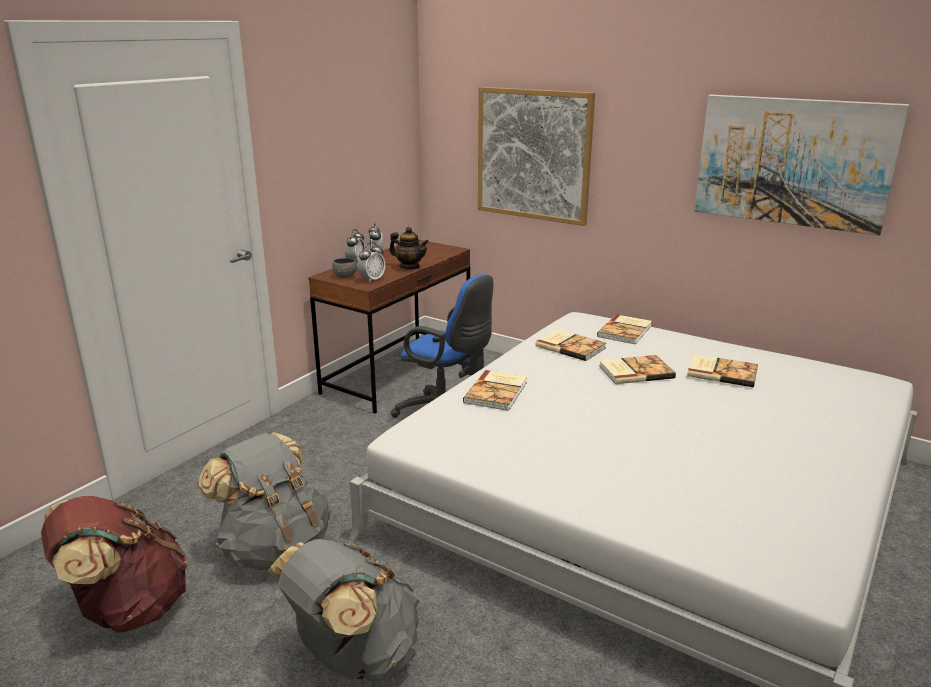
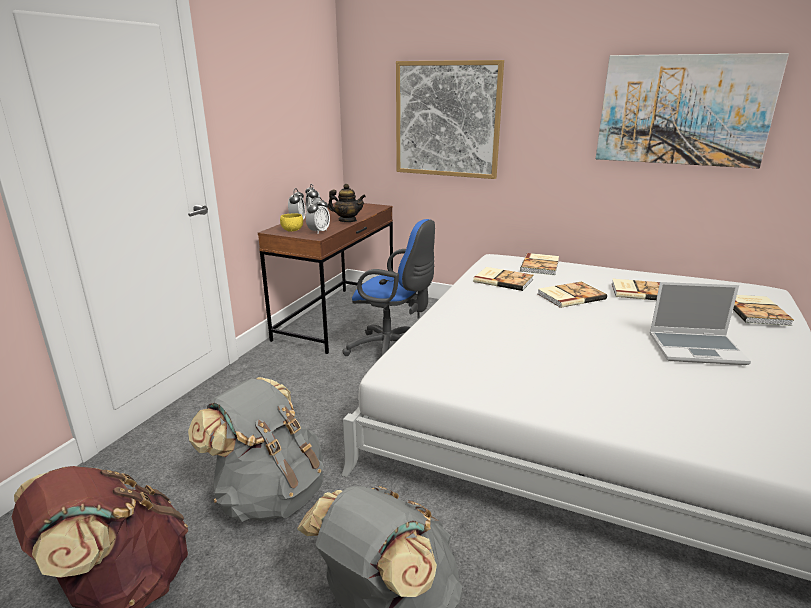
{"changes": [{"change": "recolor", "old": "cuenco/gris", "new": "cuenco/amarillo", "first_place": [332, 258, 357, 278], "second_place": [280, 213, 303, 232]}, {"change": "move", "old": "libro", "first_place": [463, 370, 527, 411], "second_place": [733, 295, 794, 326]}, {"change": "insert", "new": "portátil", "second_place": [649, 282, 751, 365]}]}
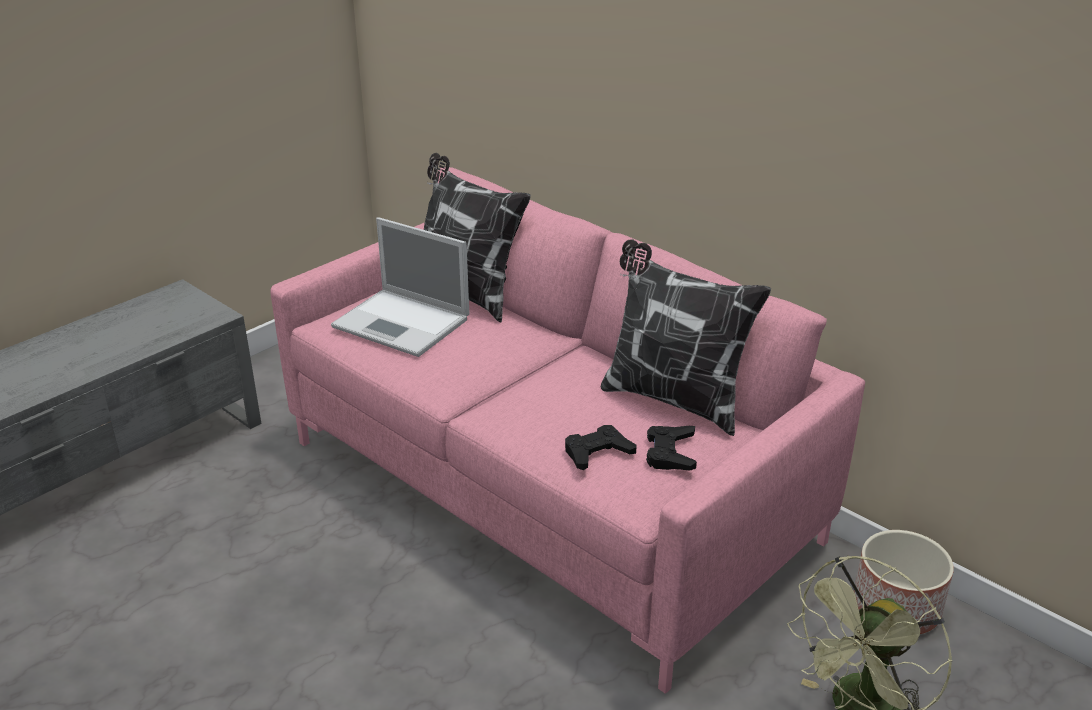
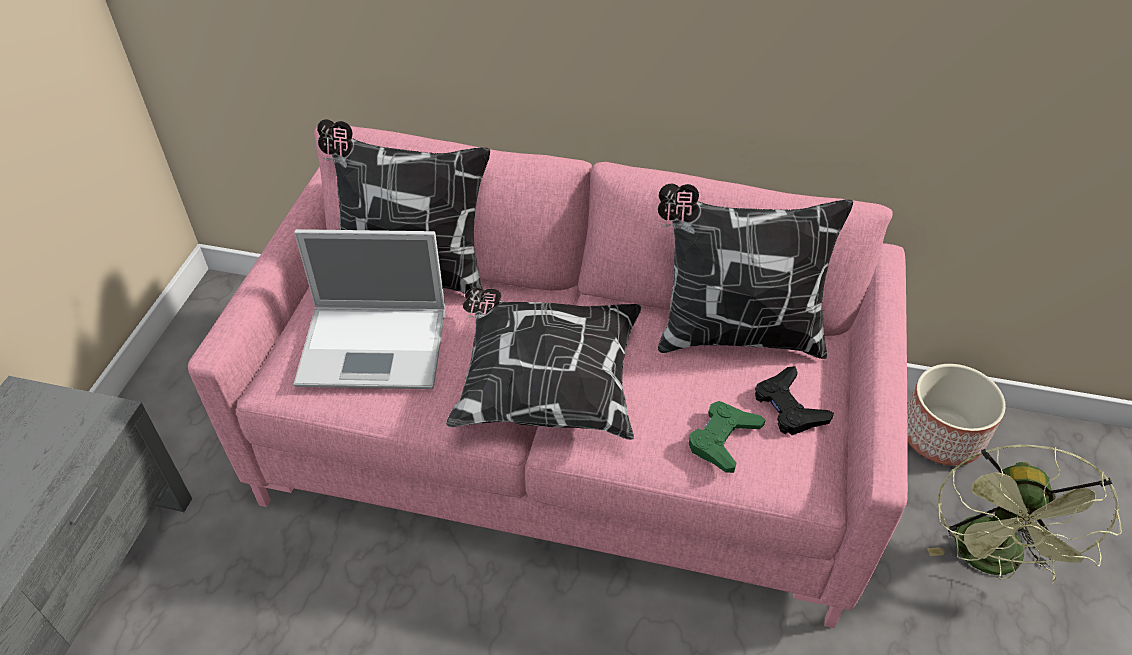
{"changes": [{"change": "recolor", "old": "mando de consola/negro", "new": "mando de consola/verde", "first_place": [565, 425, 636, 470], "second_place": [689, 401, 765, 473]}, {"change": "insert", "new": "cojín", "second_place": [446, 287, 641, 440]}]}
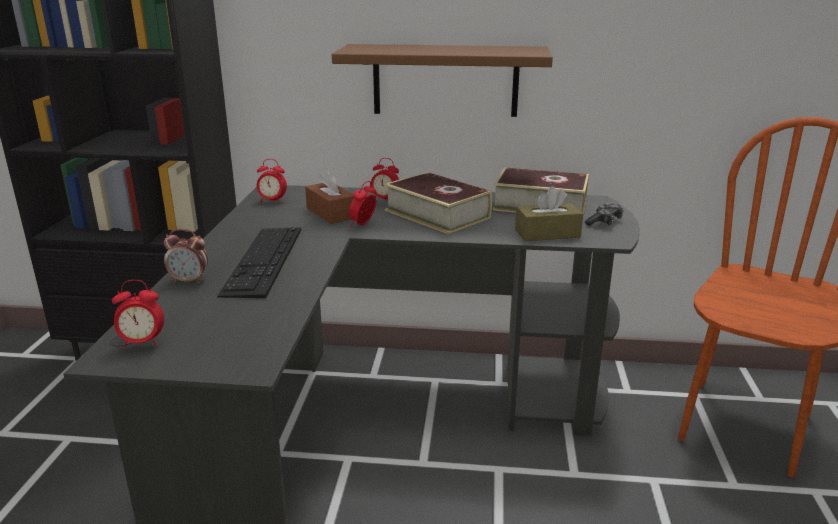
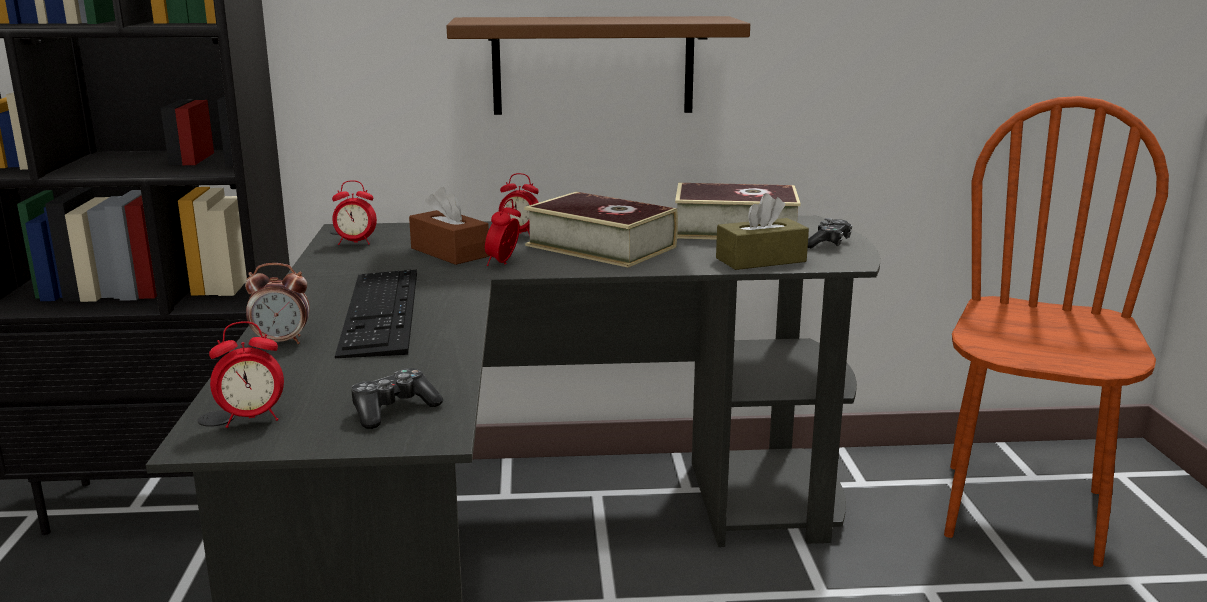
{"changes": [{"change": "insert", "new": "mando de consola", "second_place": [351, 368, 443, 429]}]}
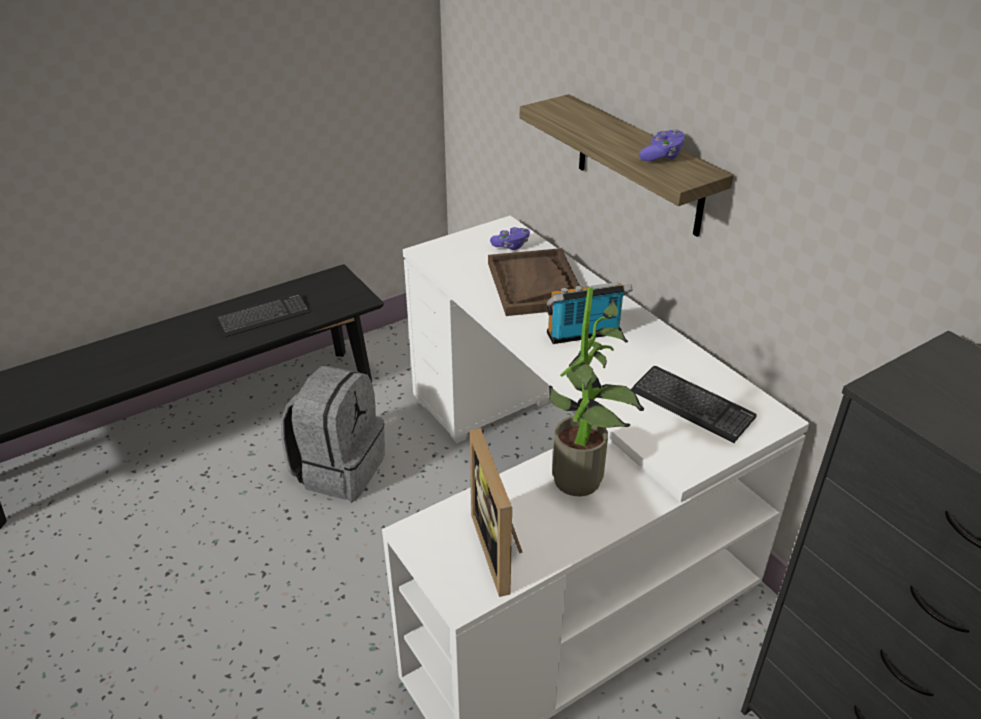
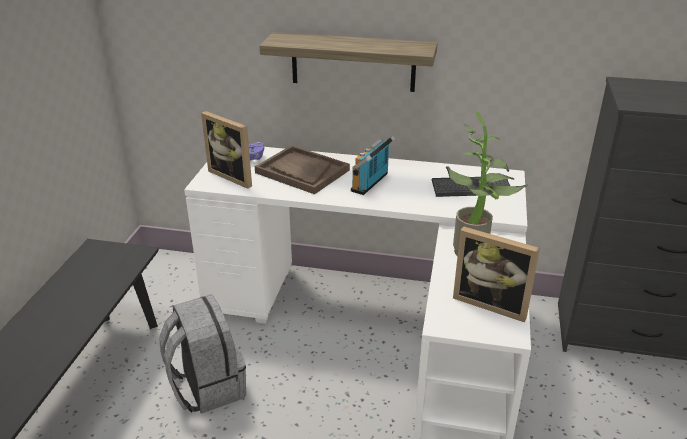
{"changes": [{"change": "delete", "old": "teclado", "first_place": [216, 293, 310, 337]}, {"change": "delete", "old": "mando de consola/morado", "first_place": [639, 129, 685, 161]}, {"change": "insert", "new": "portarretratos", "second_place": [201, 111, 252, 189]}]}
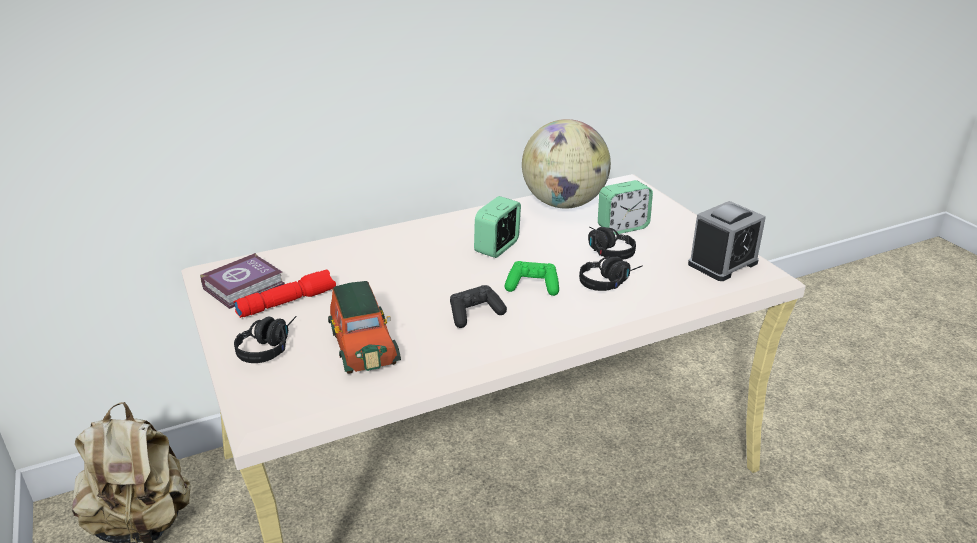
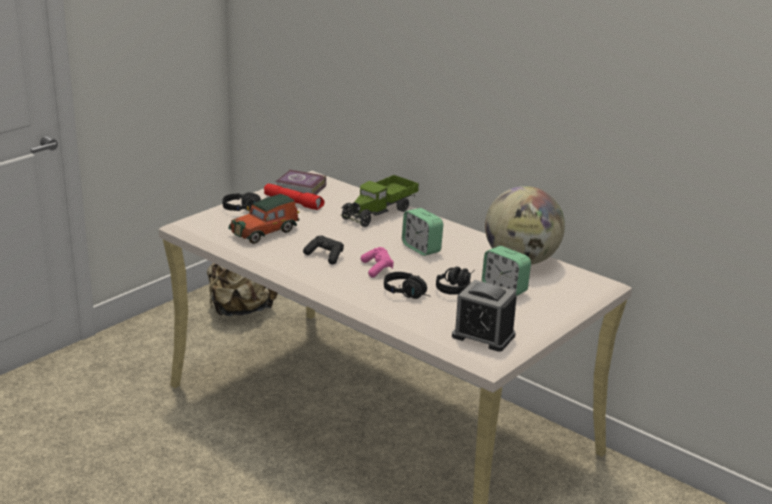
{"changes": [{"change": "rotate", "old": "despertador", "first_place": [474, 196, 521, 258], "second_place": [402, 208, 443, 256], "degrees": -135}, {"change": "recolor", "old": "mando de consola/verde", "new": "mando de consola/rosa", "first_place": [504, 261, 559, 296], "second_place": [361, 247, 394, 278]}, {"change": "insert", "new": "camión de juguete", "second_place": [341, 175, 419, 227]}]}
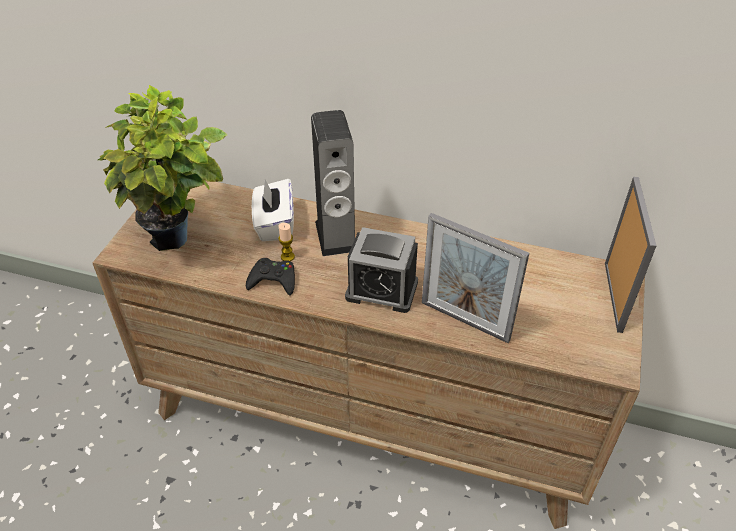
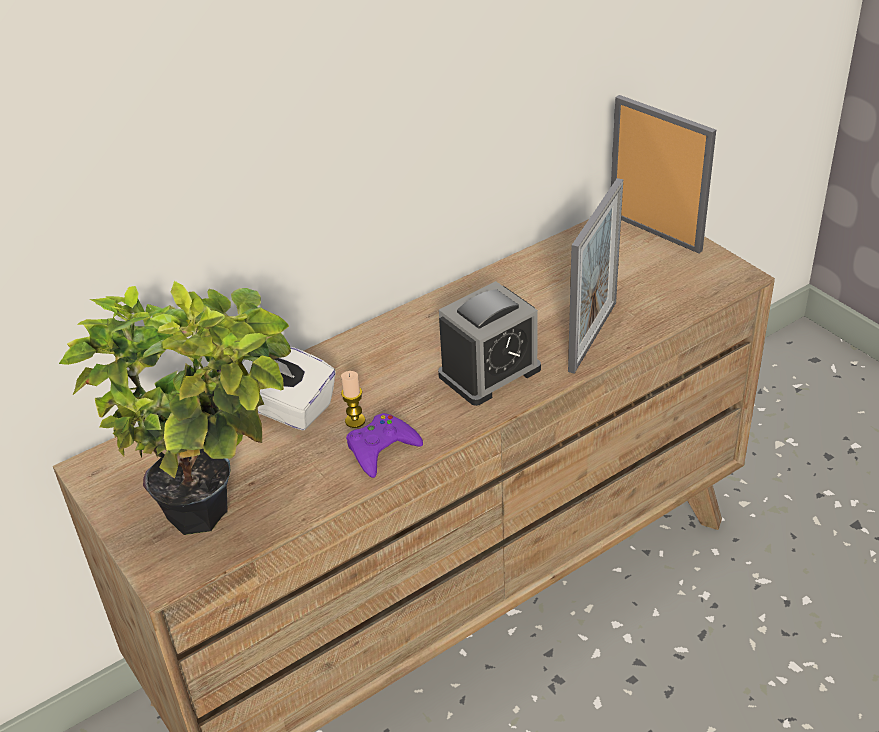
{"changes": [{"change": "recolor", "old": "mando de consola/negro", "new": "mando de consola/morado", "first_place": [246, 258, 295, 296], "second_place": [346, 413, 423, 478]}, {"change": "delete", "old": "altavoz", "first_place": [311, 110, 355, 256]}, {"change": "rotate", "old": "portarretratos", "first_place": [422, 213, 529, 343], "second_place": [568, 178, 623, 374], "degrees": -45}]}
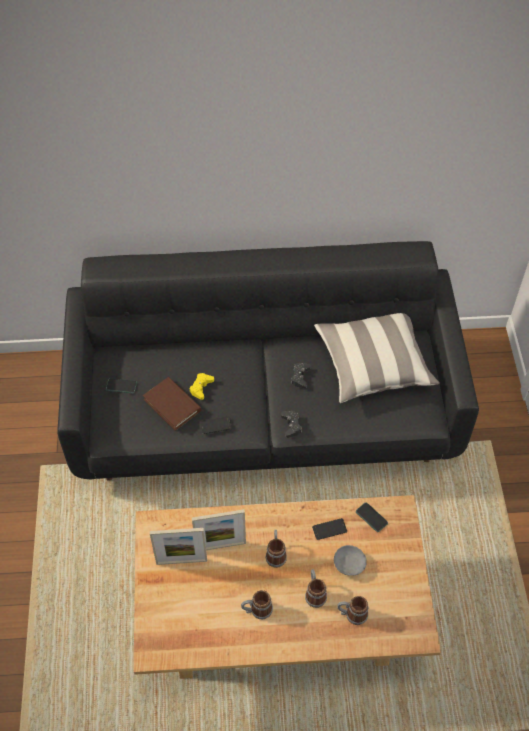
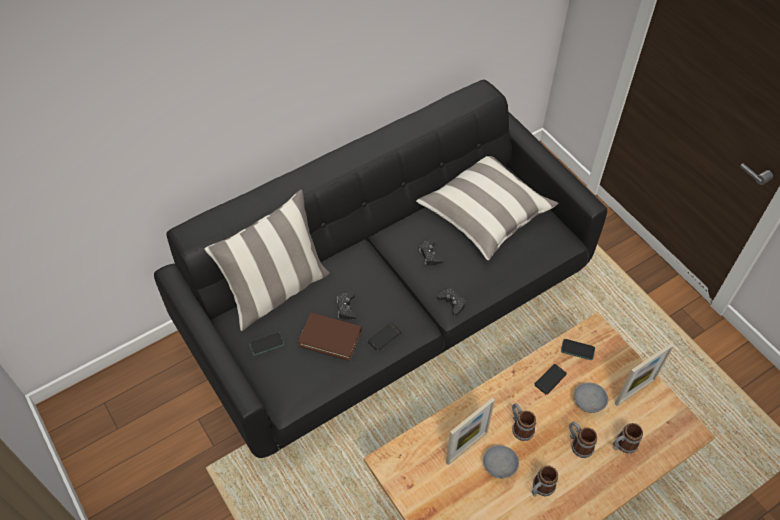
{"changes": [{"change": "move", "old": "portarretratos", "first_place": [150, 528, 207, 565], "second_place": [615, 343, 674, 406]}, {"change": "recolor", "old": "mando de consola/amarillo", "new": "mando de consola/negro", "first_place": [189, 373, 214, 400], "second_place": [337, 292, 357, 319]}, {"change": "insert", "new": "cojín", "second_place": [205, 190, 330, 331]}, {"change": "insert", "new": "cuenco/gris", "second_place": [483, 445, 519, 478]}]}
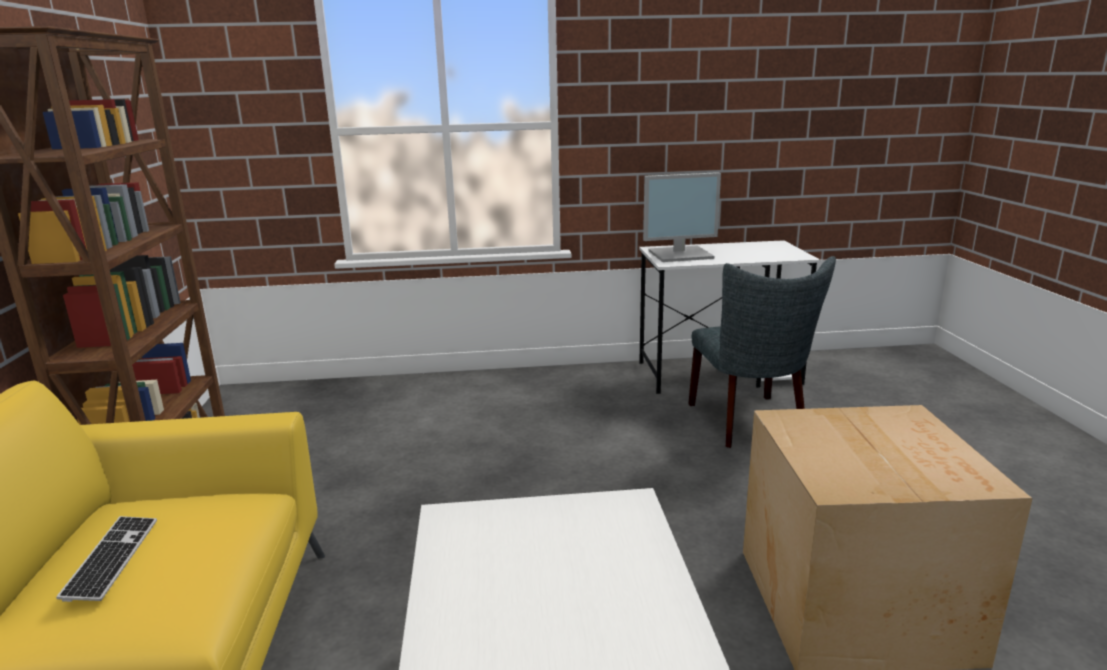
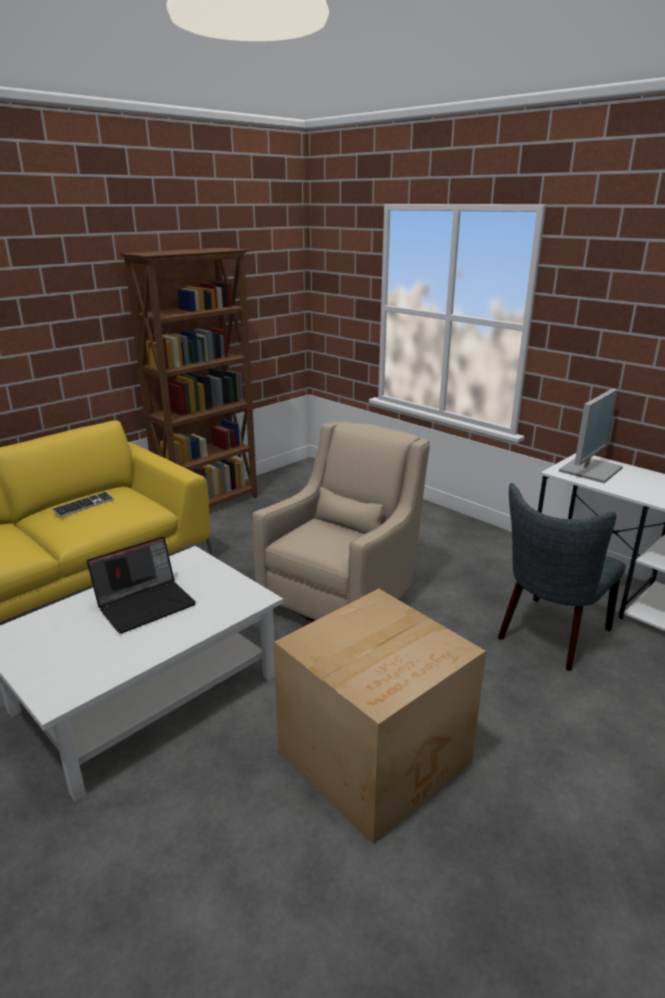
{"changes": [{"change": "rotate", "old": "monitor", "first_place": [643, 172, 721, 262], "second_place": [559, 388, 623, 483], "degrees": -90}, {"change": "insert", "new": "portátil", "second_place": [87, 536, 196, 634]}, {"change": "insert", "new": "sillón/beis", "second_place": [253, 422, 430, 622]}]}
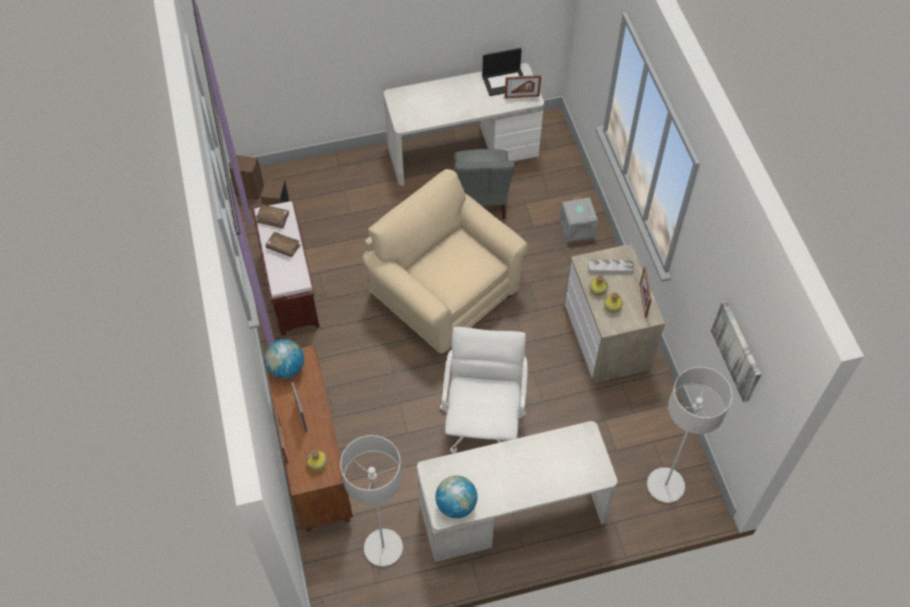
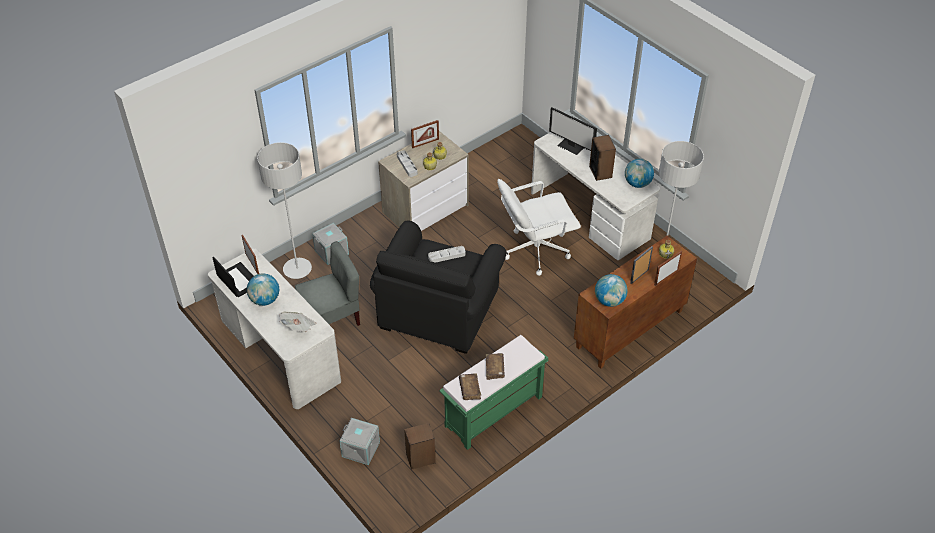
{"changes": [{"change": "move", "old": "altavoz", "first_place": [229, 155, 264, 200], "second_place": [589, 135, 616, 181]}, {"change": "recolor", "old": "banco/marrón", "new": "banco/verde", "first_place": [252, 201, 320, 336], "second_place": [439, 335, 548, 450]}, {"change": "recolor", "old": "sillón/beis", "new": "sillón/negro", "first_place": [363, 169, 528, 354], "second_place": [370, 221, 506, 354]}, {"change": "move", "old": "lámpara de pie/gris", "first_place": [647, 367, 732, 503], "second_place": [257, 142, 312, 279]}, {"change": "delete", "old": "cuadro", "first_place": [711, 301, 761, 403]}, {"change": "insert", "new": "globo terráqueo", "second_place": [247, 274, 279, 306]}, {"change": "insert", "new": "periódico", "second_place": [279, 312, 316, 332]}, {"change": "insert", "new": "caja de almacenaje/gris", "second_place": [339, 418, 380, 465]}, {"change": "insert", "new": "bandeja/gris", "second_place": [428, 246, 466, 263]}, {"change": "insert", "new": "monitor", "second_place": [549, 107, 597, 155]}]}
